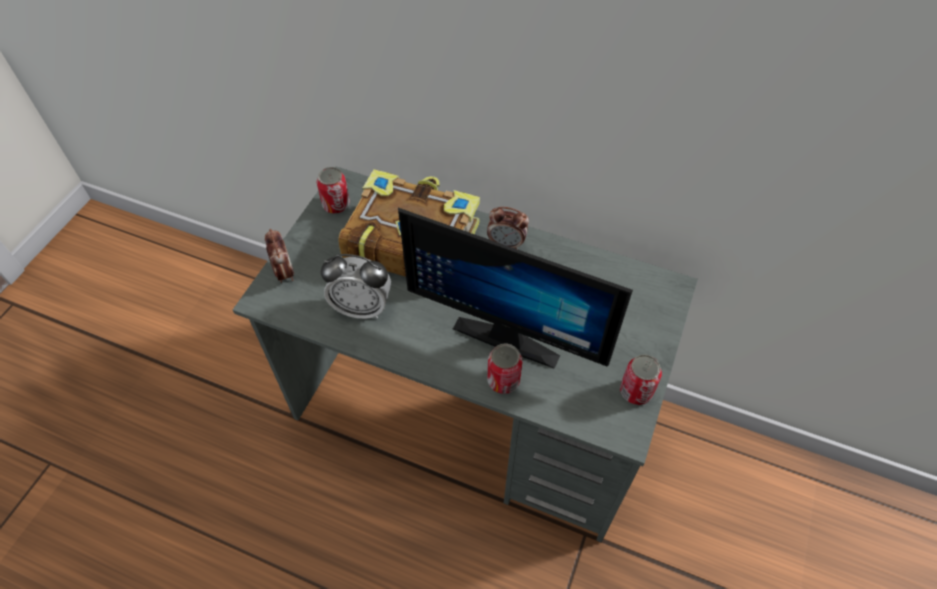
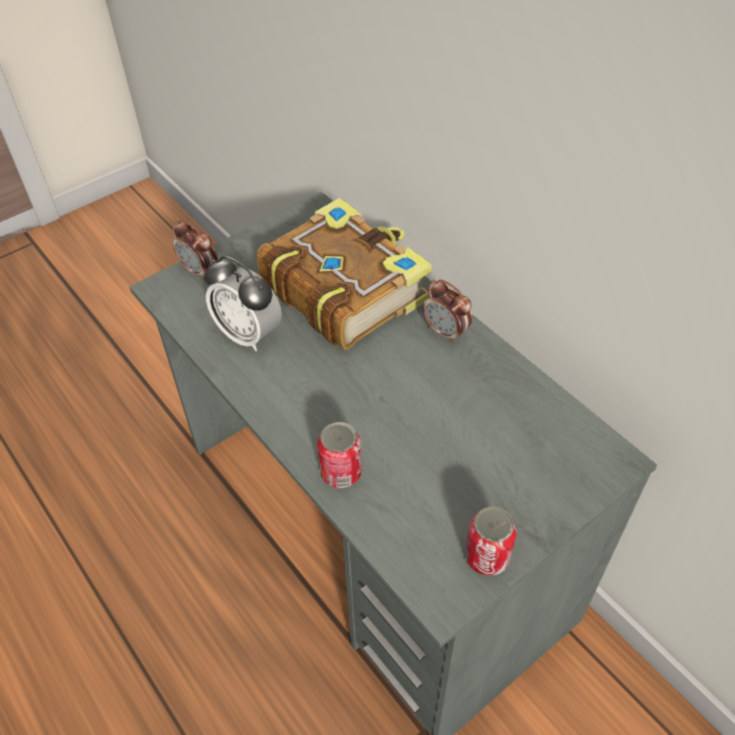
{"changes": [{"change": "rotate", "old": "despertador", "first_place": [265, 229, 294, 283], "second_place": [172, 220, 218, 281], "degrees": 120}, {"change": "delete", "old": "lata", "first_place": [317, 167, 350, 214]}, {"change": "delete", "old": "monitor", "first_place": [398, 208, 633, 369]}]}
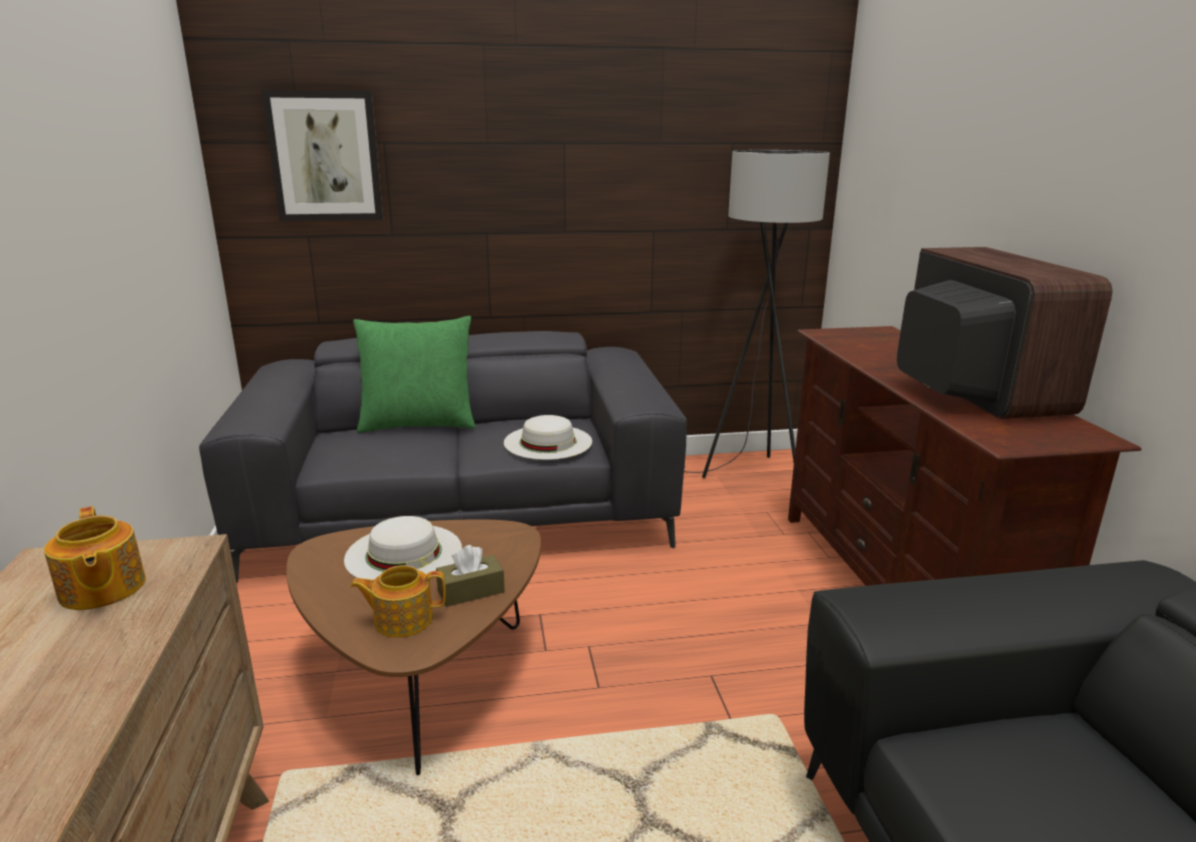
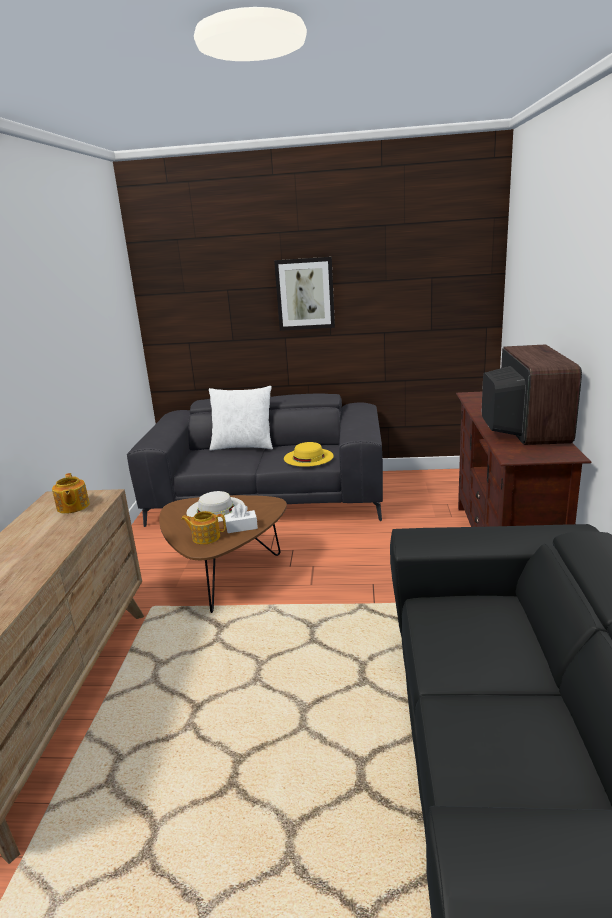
{"changes": [{"change": "move", "old": "cuadro", "first_place": [262, 90, 383, 221], "second_place": [274, 257, 335, 331]}, {"change": "recolor", "old": "cojín/verde", "new": "cojín/blanco", "first_place": [353, 316, 476, 433], "second_place": [209, 386, 273, 451]}, {"change": "recolor", "old": "caja de pañuelos/marrón", "new": "caja de pañuelos/blanco", "first_place": [436, 545, 505, 607], "second_place": [225, 504, 258, 533]}, {"change": "recolor", "old": "sombrero/blanco", "new": "sombrero/amarillo", "first_place": [504, 415, 592, 460], "second_place": [284, 442, 334, 467]}, {"change": "delete", "old": "lámpara de pie/gris", "first_place": [684, 150, 830, 478]}]}
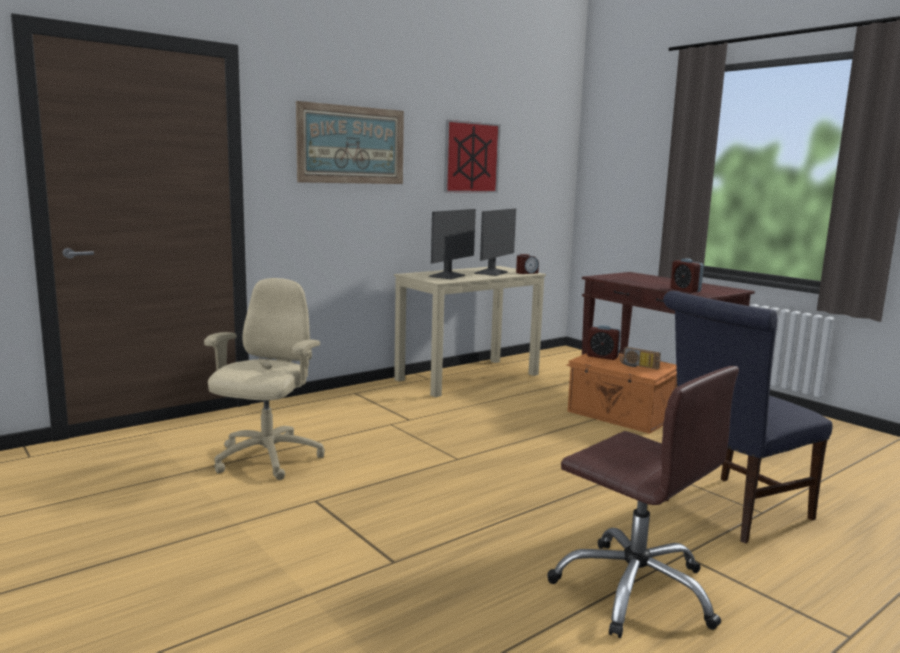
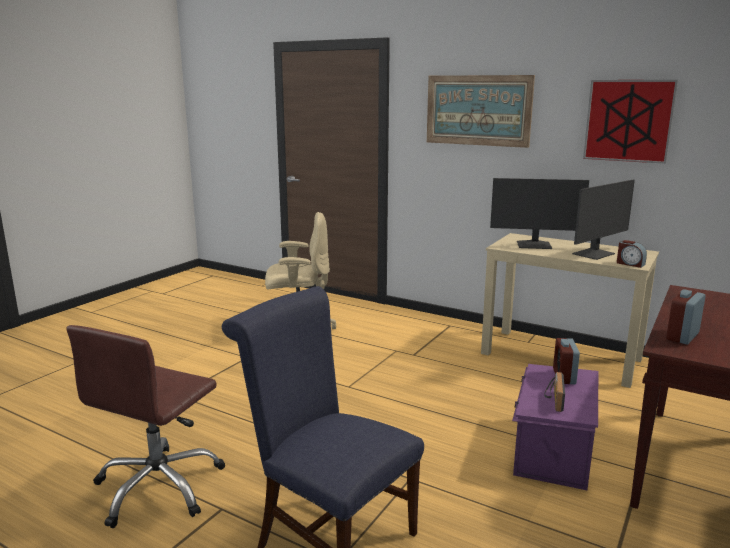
{"changes": [{"change": "rotate", "old": "monitor", "first_place": [474, 209, 516, 276], "second_place": [572, 180, 635, 260], "degrees": -45}, {"change": "recolor", "old": "caja de almacenaje/naranja", "new": "caja de almacenaje/morado", "first_place": [566, 353, 677, 434], "second_place": [512, 364, 598, 490]}]}
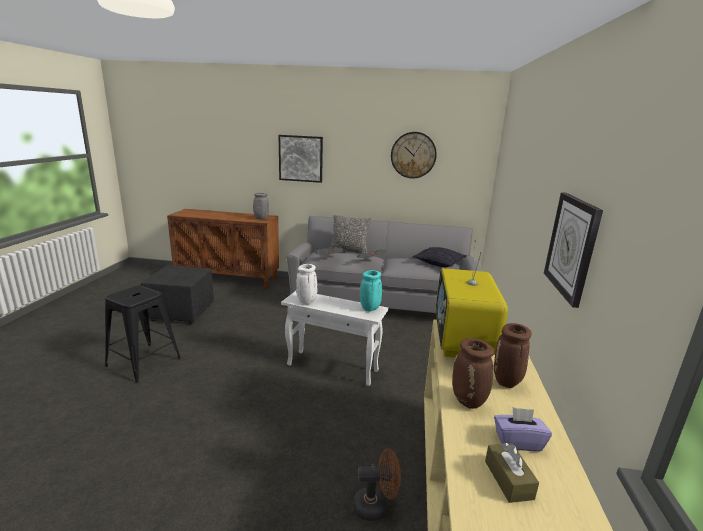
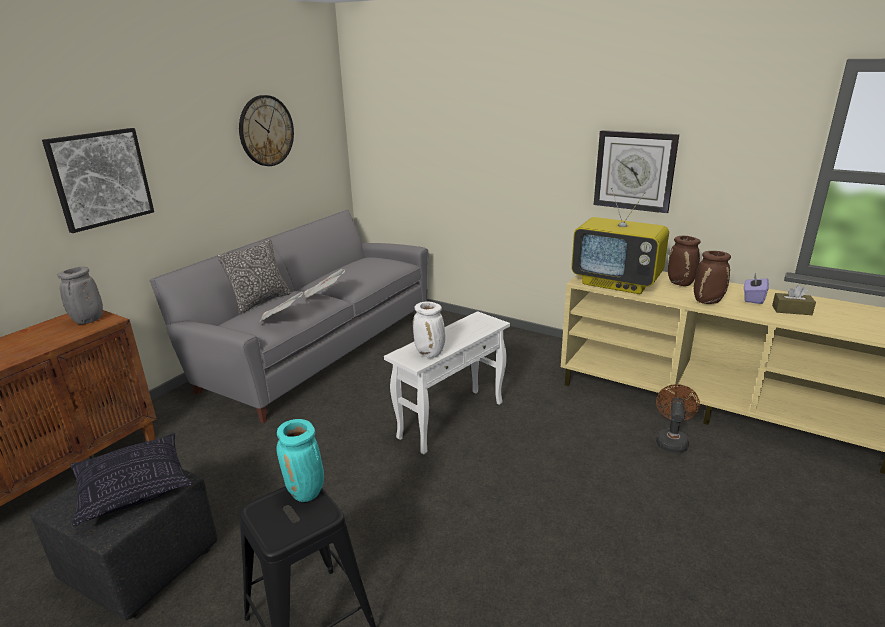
{"changes": [{"change": "move", "old": "florero/turquesa", "first_place": [360, 270, 382, 311], "second_place": [276, 419, 324, 502]}, {"change": "move", "old": "cojín", "first_place": [413, 247, 467, 267], "second_place": [70, 433, 192, 527]}]}
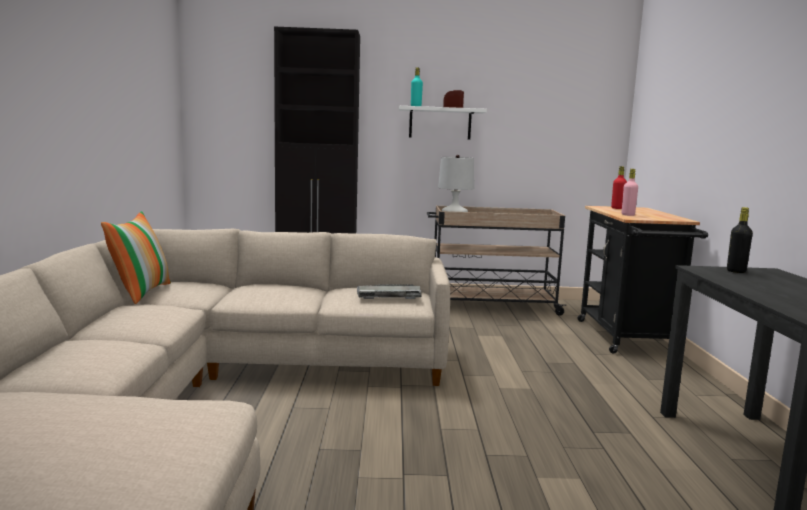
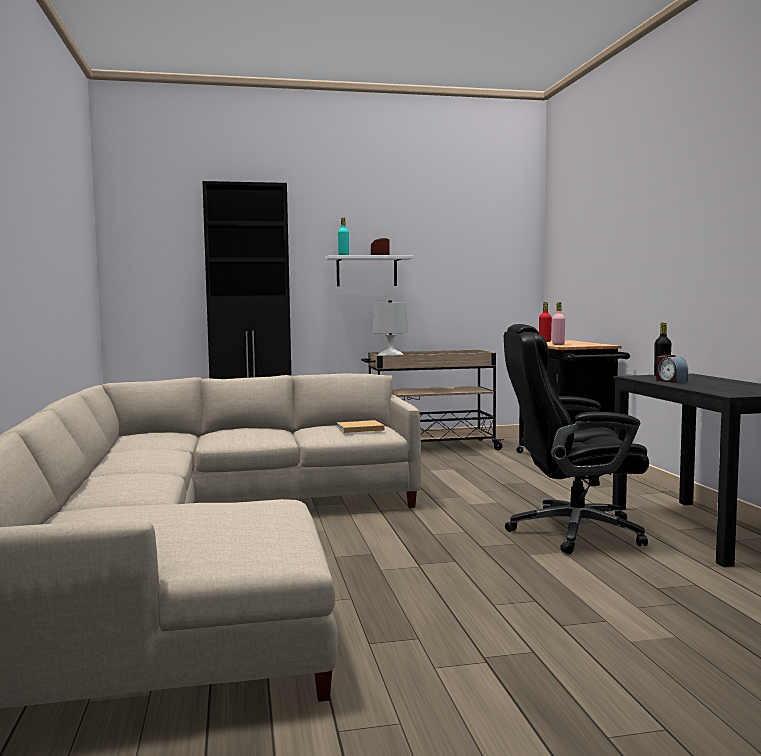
{"changes": [{"change": "delete", "old": "cojín", "first_place": [101, 211, 171, 304]}, {"change": "replace", "old": "teclado", "new": "libro/beis", "first_place": [357, 284, 422, 299], "second_place": [336, 420, 385, 433]}, {"change": "insert", "new": "silla de oficina/negro", "second_place": [504, 324, 649, 554]}, {"change": "insert", "new": "despertador", "second_place": [656, 355, 688, 383]}]}
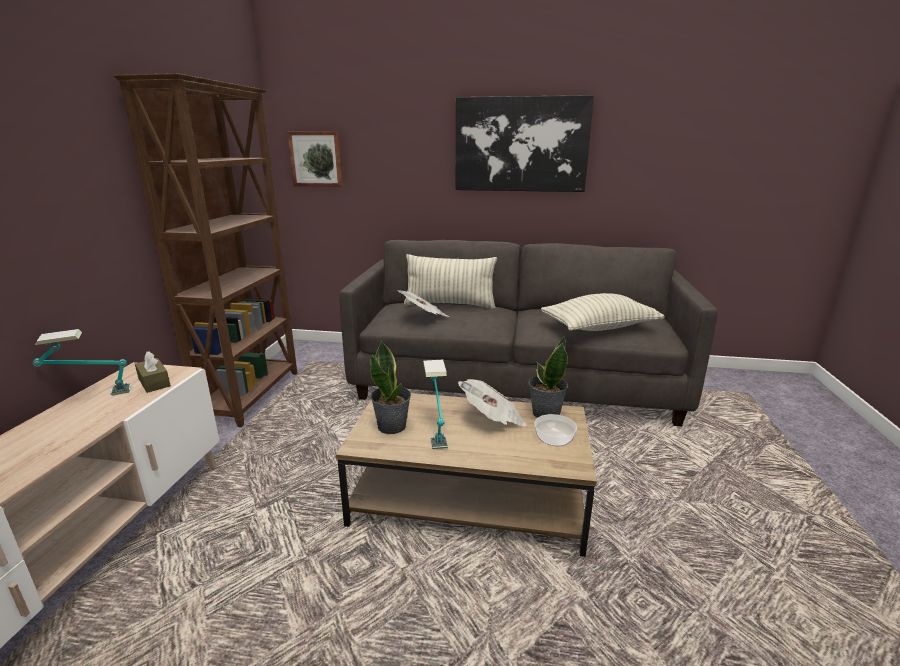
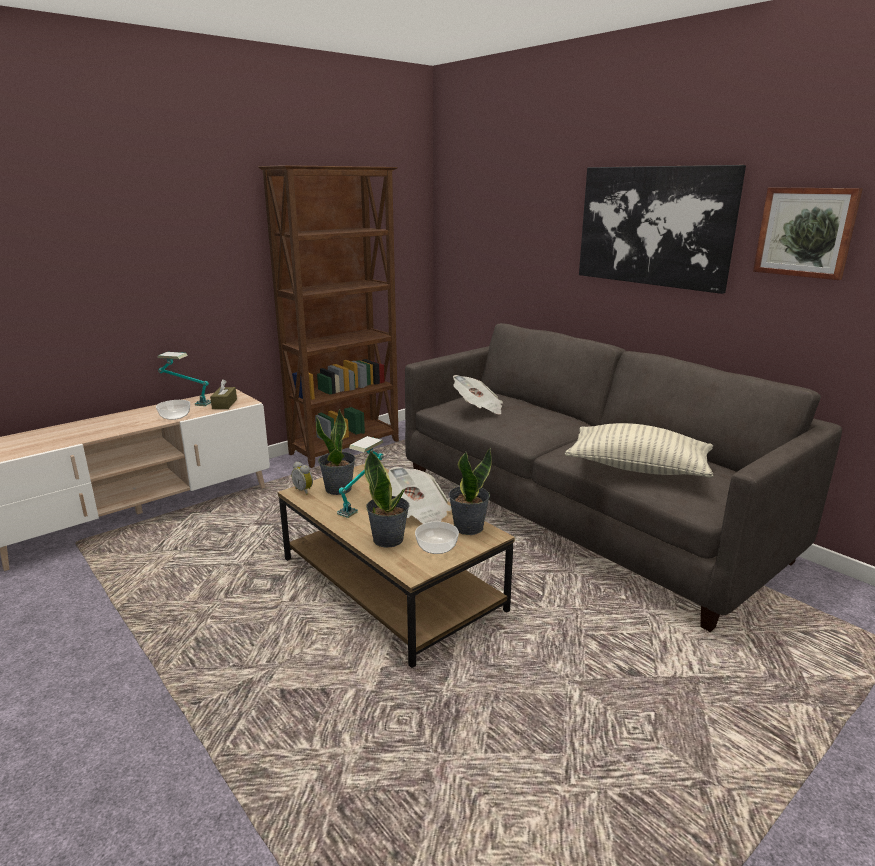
{"changes": [{"change": "move", "old": "cuadro", "first_place": [287, 131, 343, 187], "second_place": [753, 187, 863, 280]}, {"change": "delete", "old": "cojín", "first_place": [404, 254, 497, 309]}, {"change": "insert", "new": "cuenco", "second_place": [156, 400, 190, 420]}, {"change": "insert", "new": "despertador", "second_place": [291, 461, 313, 495]}, {"change": "insert", "new": "planta en maceta", "second_place": [364, 450, 409, 548]}]}
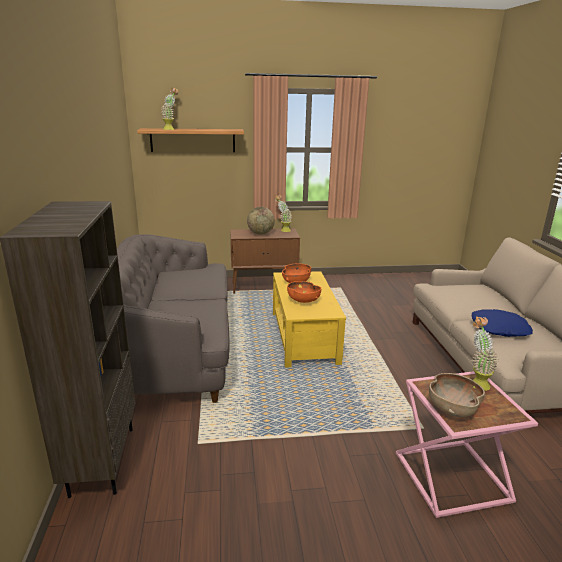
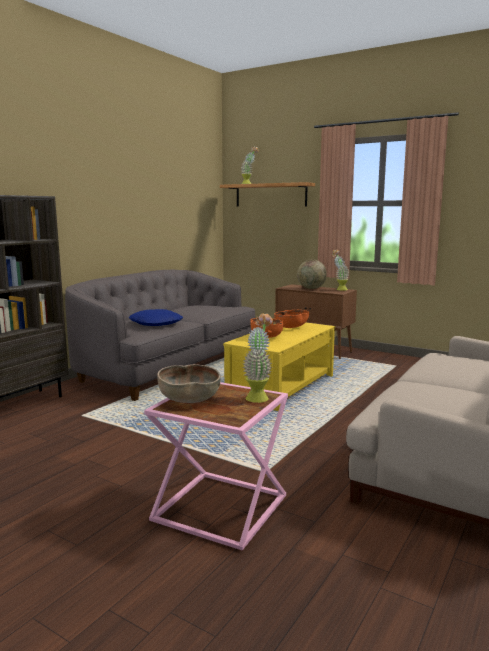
{"changes": [{"change": "move", "old": "cojín/azul", "first_place": [472, 309, 533, 337], "second_place": [129, 309, 183, 326]}]}
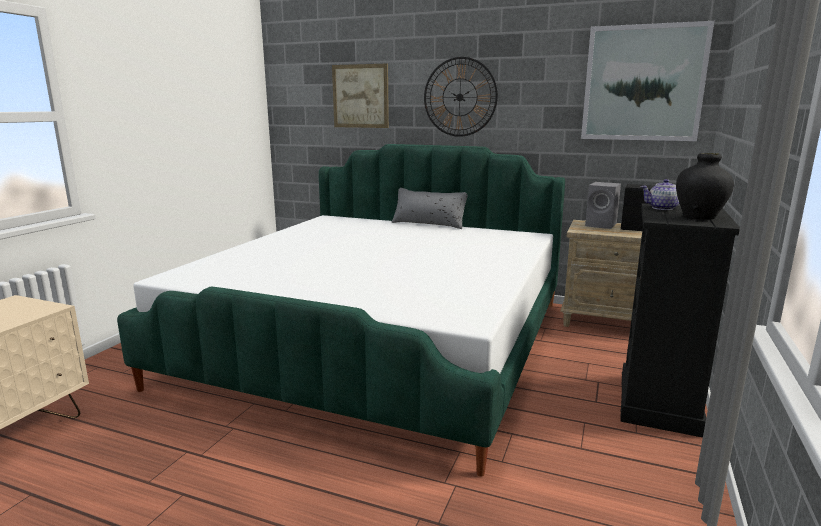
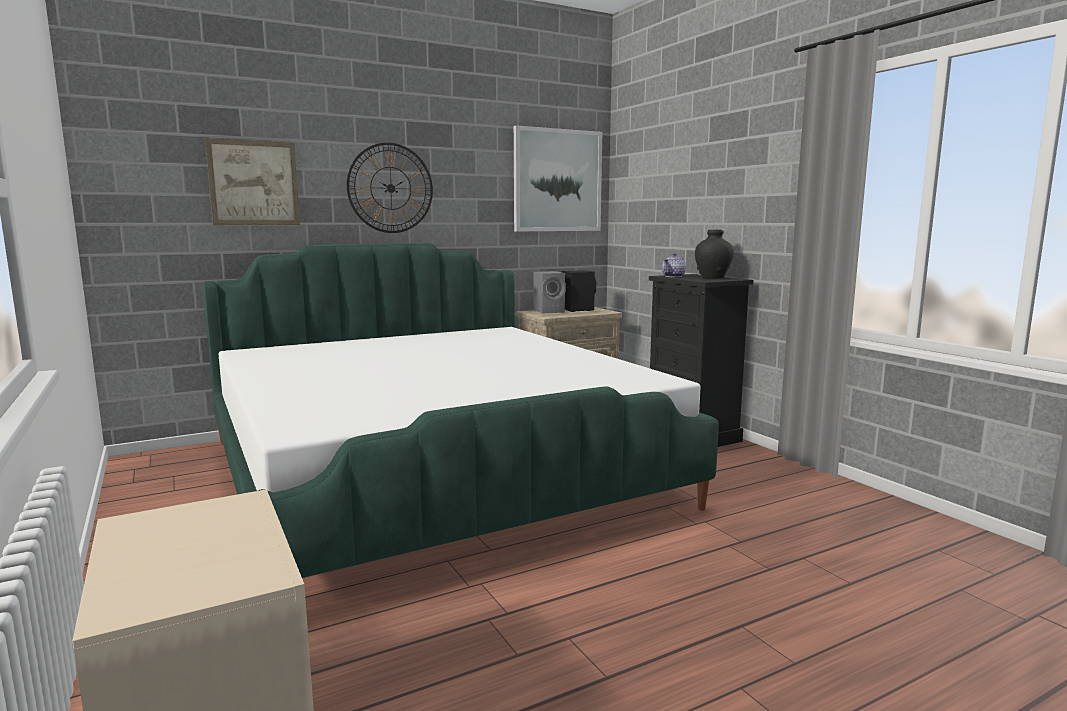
{"changes": [{"change": "delete", "old": "cojín/gris", "first_place": [391, 188, 468, 229]}]}
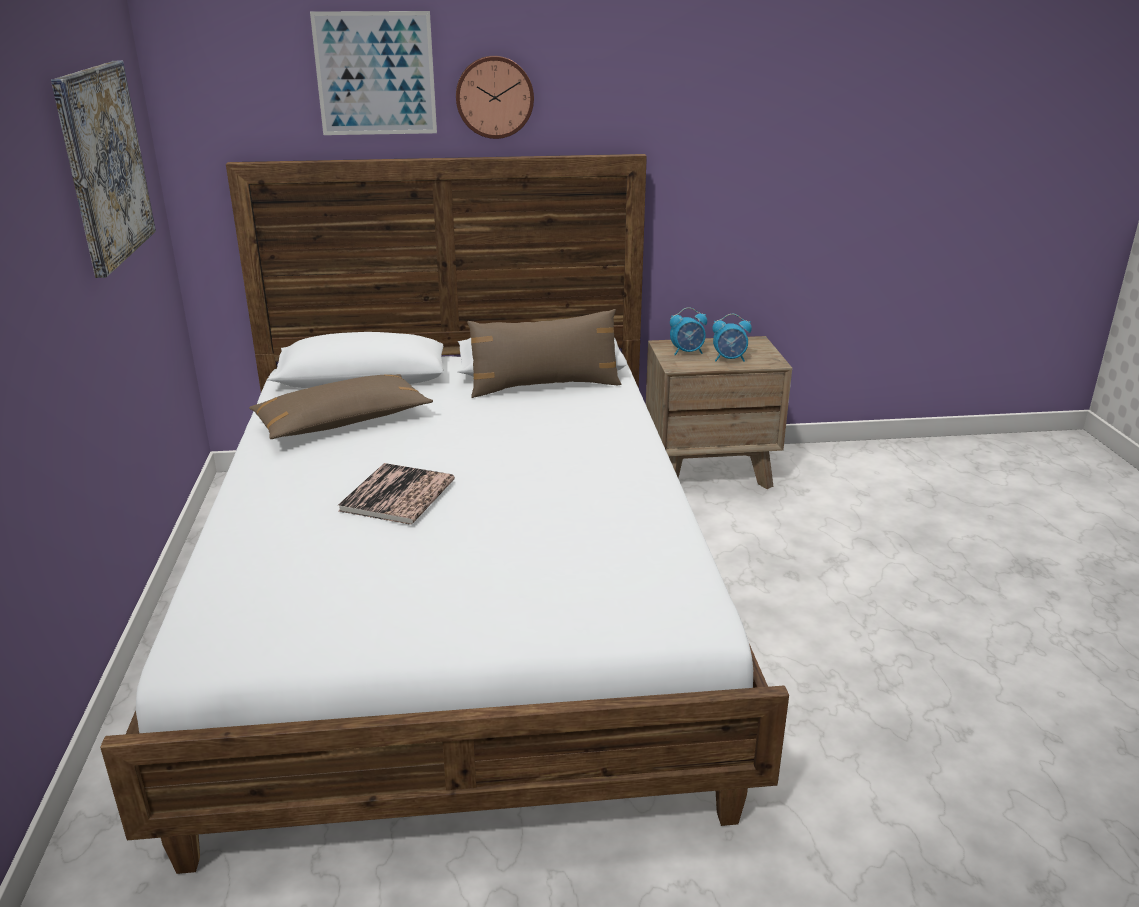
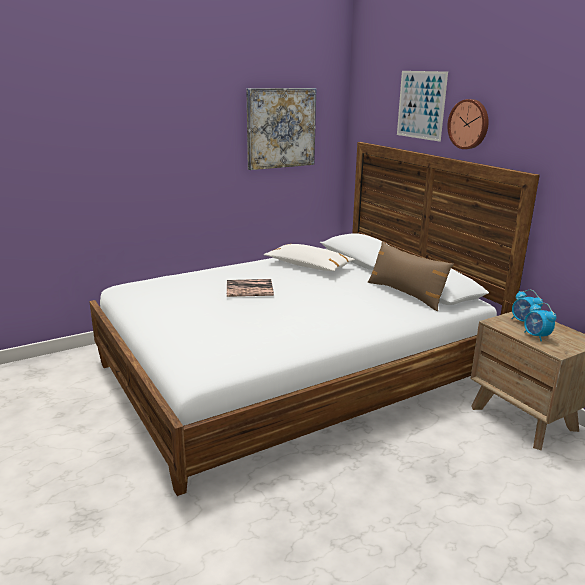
{"changes": [{"change": "recolor", "old": "cojín/marrón", "new": "cojín/blanco", "first_place": [249, 374, 433, 439], "second_place": [264, 244, 355, 271]}]}
